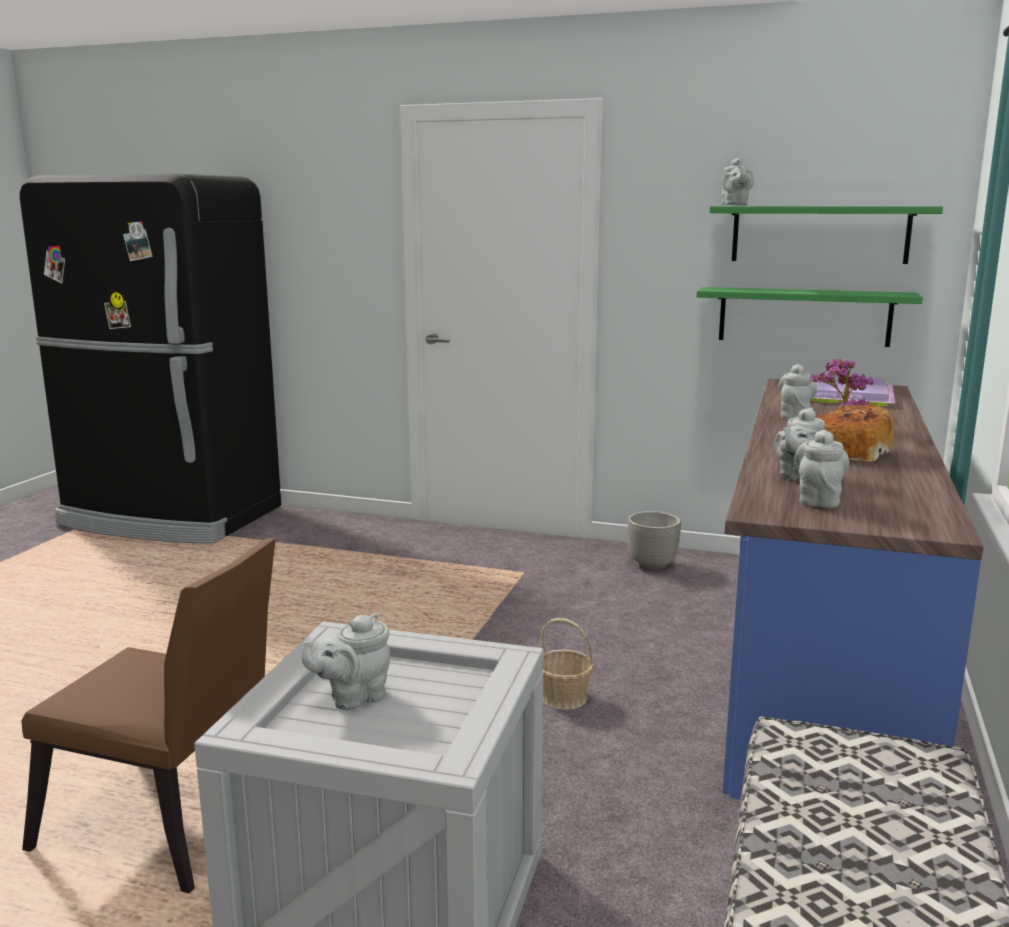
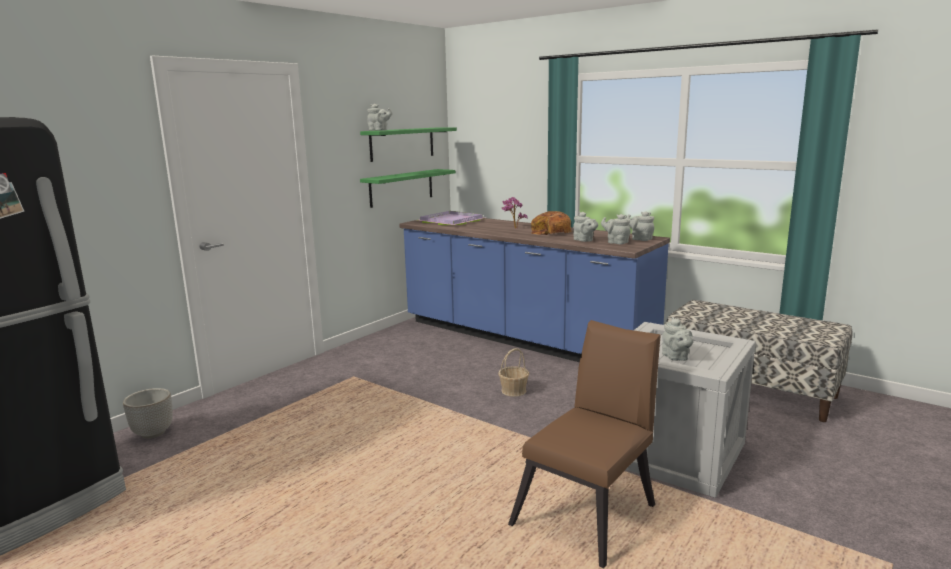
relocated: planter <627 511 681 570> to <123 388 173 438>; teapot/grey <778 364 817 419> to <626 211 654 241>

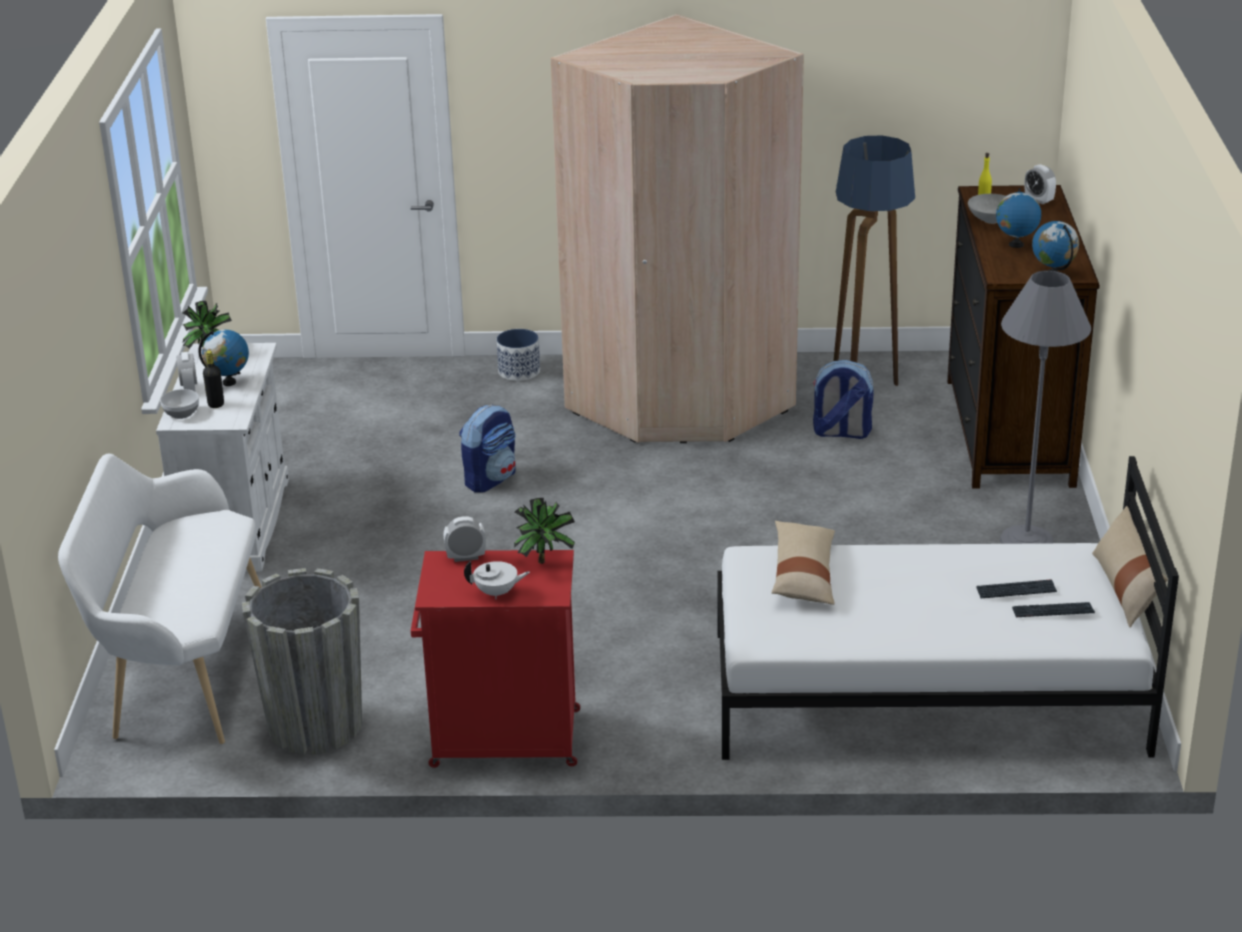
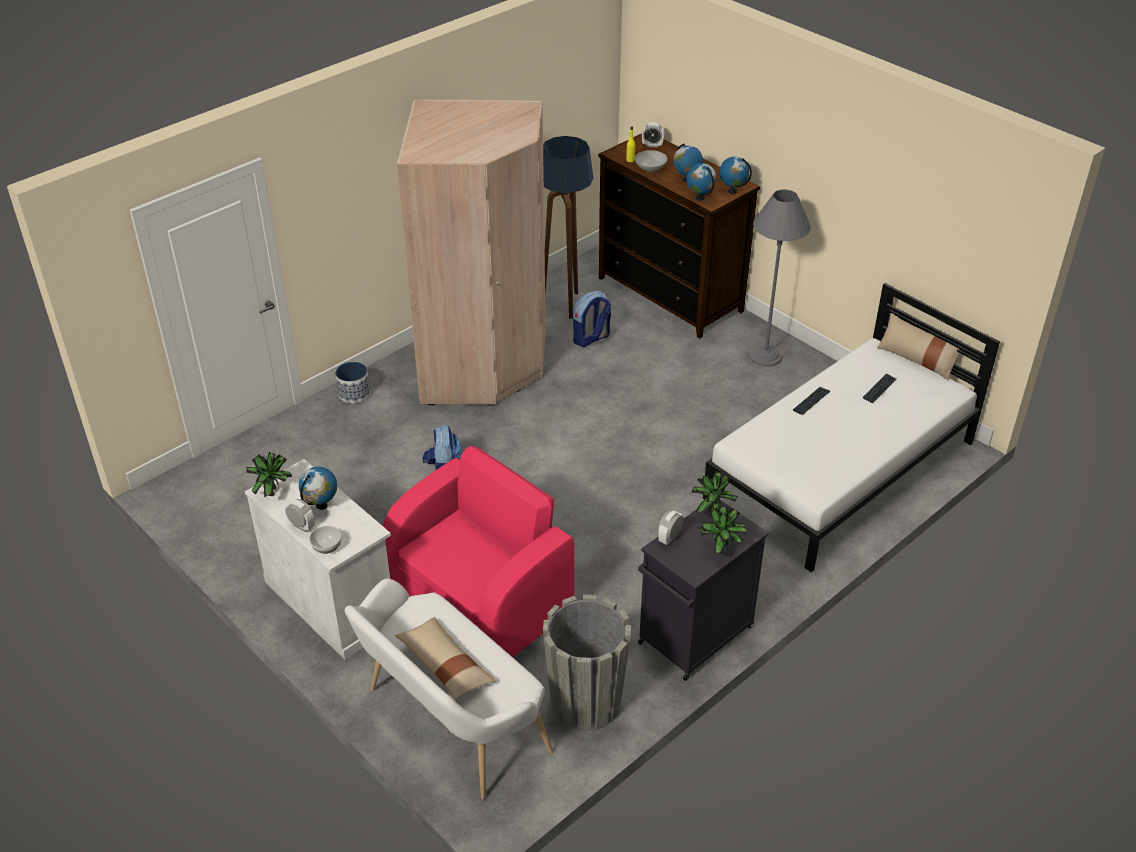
missing: bottle/black <203 350 224 408>
appeared: armchair/pink <383 446 574 657>; globe <686 163 717 201>
relocated: pillow/beige <772 521 835 605> to <395 617 496 700>; keyboard <1012 602 1095 617> to <793 387 830 415>
exchanged: teapot/white <464 561 530 600> to potted plant <699 506 748 555>
colour: cabinet/red <411 550 580 768> to cabinet/black <638 500 769 681>

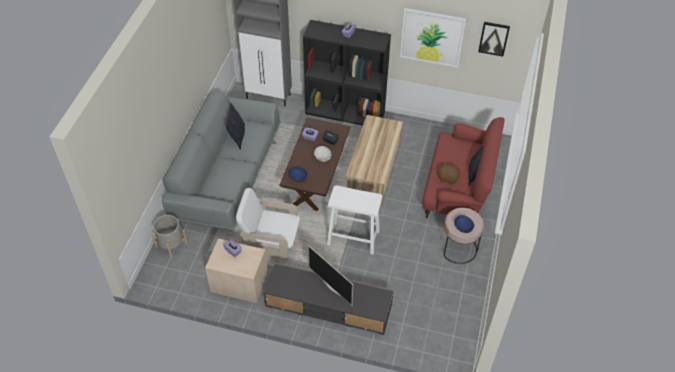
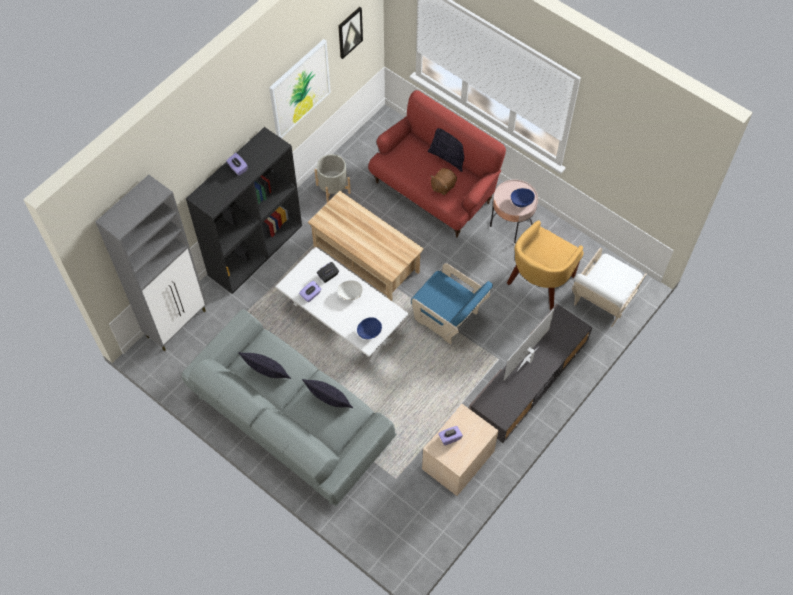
appeared: pillow <302 379 353 408>; armchair/yellow <507 220 584 311>
relocated: planter/grey <151 215 187 259> to <315 154 351 203>; armchair/white <236 188 300 260> to <572 248 647 327>
exchanged: stool/white <327 185 383 254> to armchair/blue <411 263 493 344>
colour: coffee table/brown <279 118 351 211> to coffee table/white <275 246 409 363>
spun: television <308 245 353 305> = <504 309 554 381> 150 degrees clockwise

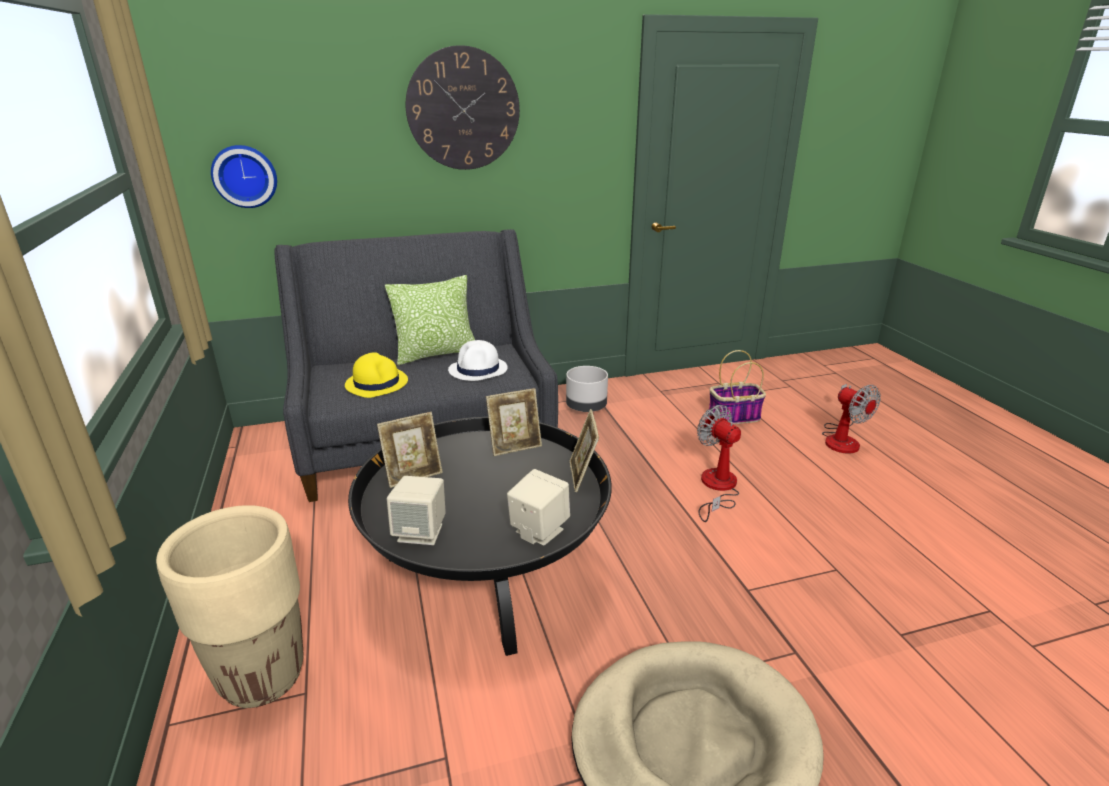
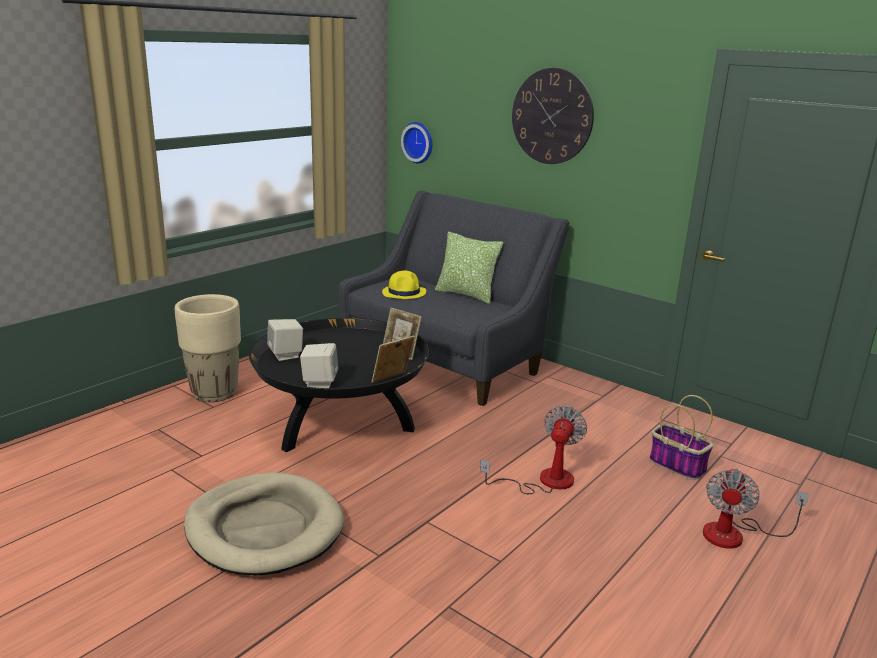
missing: picture frame <377 412 443 488>; hat/white <448 340 508 381>; planter/grey <566 366 608 412>

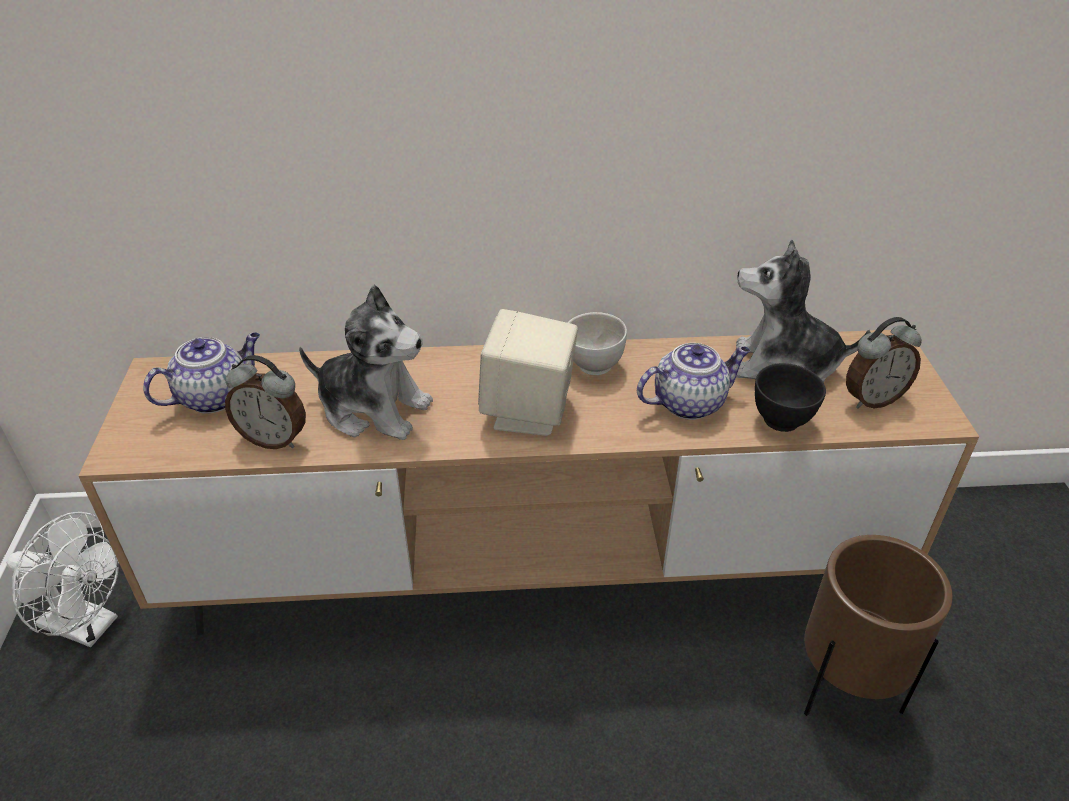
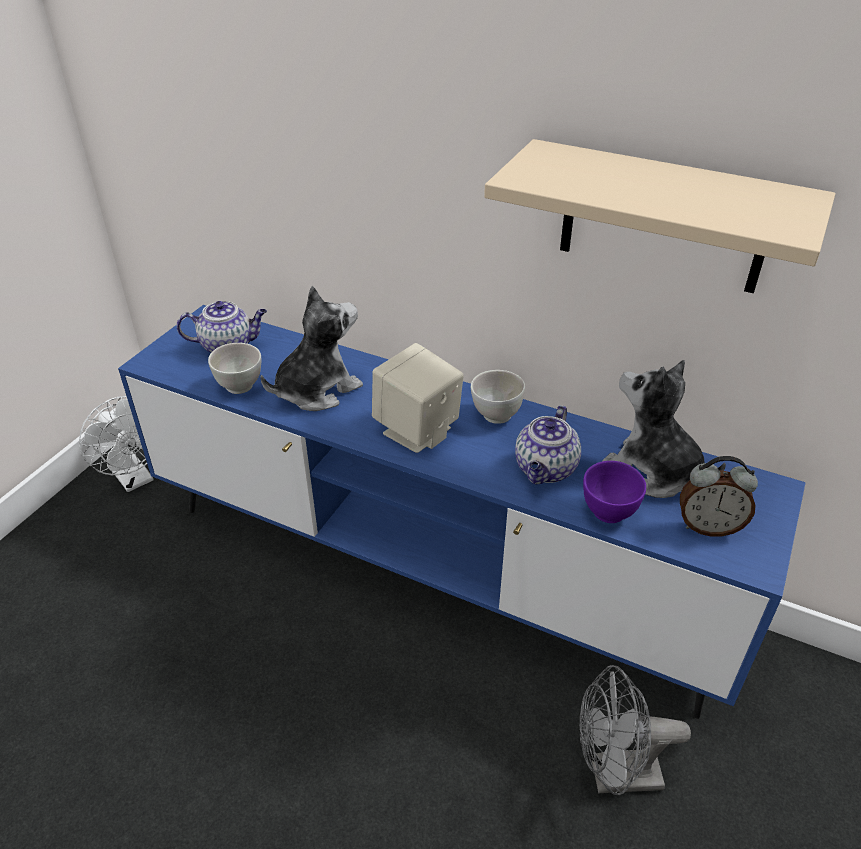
appeared: shelf/beige <484 139 835 293>
exchanged: alarm clock <225 355 306 449> to bowl/white <208 343 262 394>; planter/brown <804 535 952 716> to fan/grey <579 665 691 795>
colour: tv stand/brown <78 330 979 635> to tv stand/blue <118 305 806 719>; bowl/black <755 363 826 432> to bowl/purple <583 461 646 523>
spun: plush toy <299 285 433 440> = <260 286 363 411> 90 degrees counterclockwise; teapot <637 343 750 420> = <515 405 581 485> 105 degrees clockwise

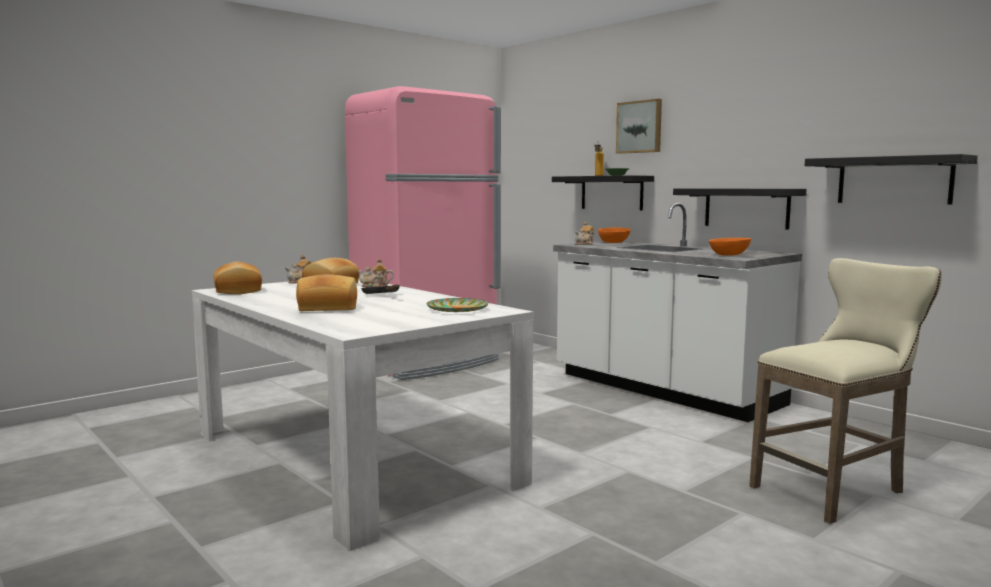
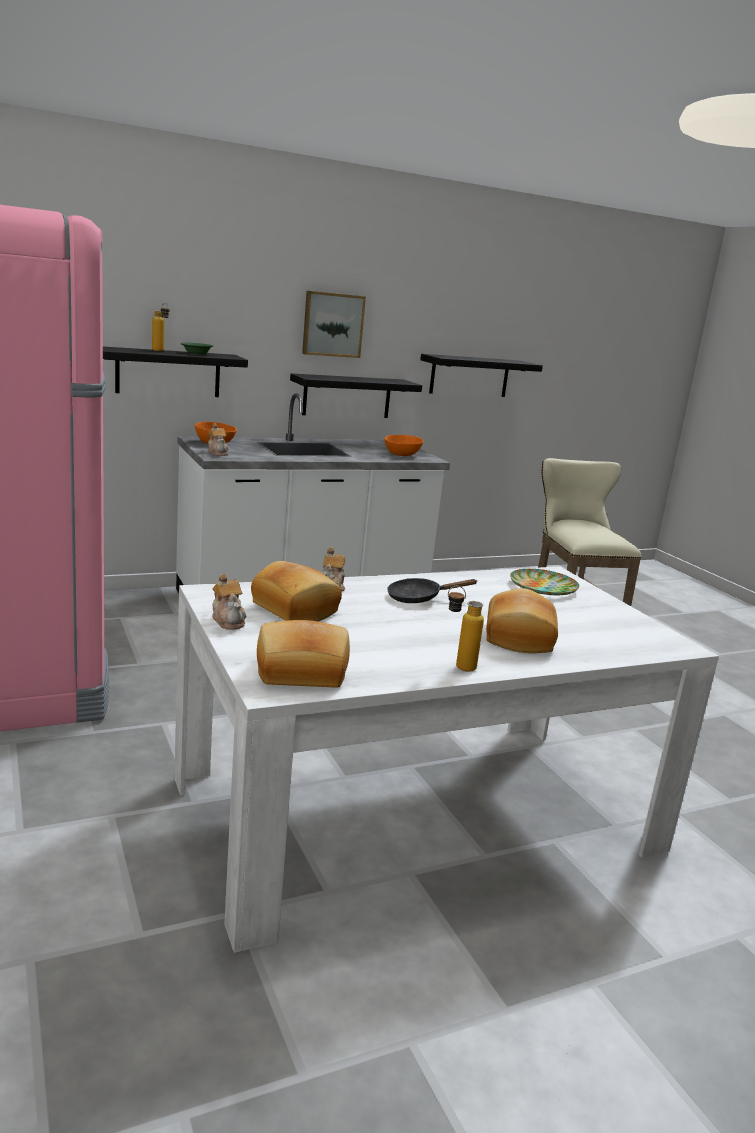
appeared: bottle <448 586 484 671>
relocated: picture <616 99 662 154> to <302 291 366 358>

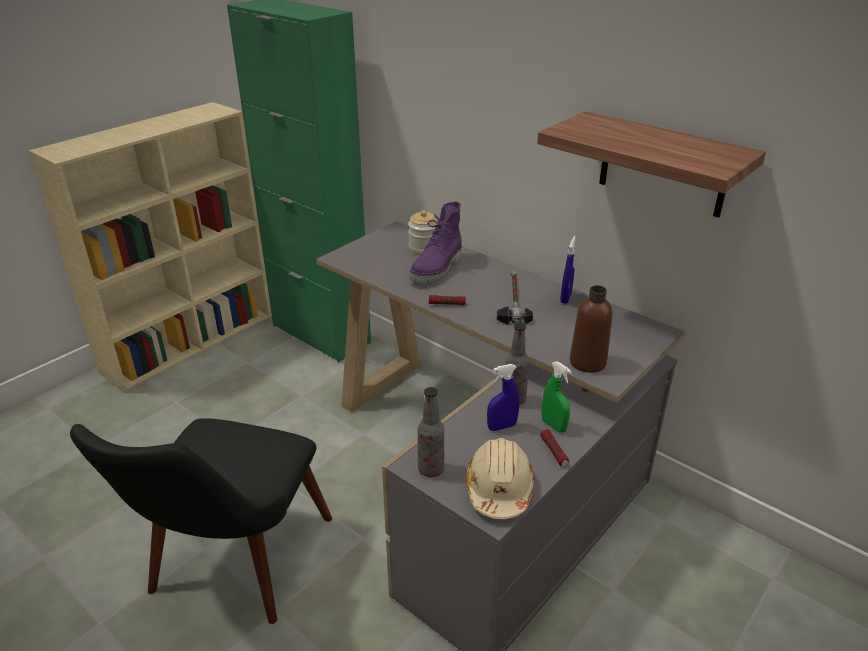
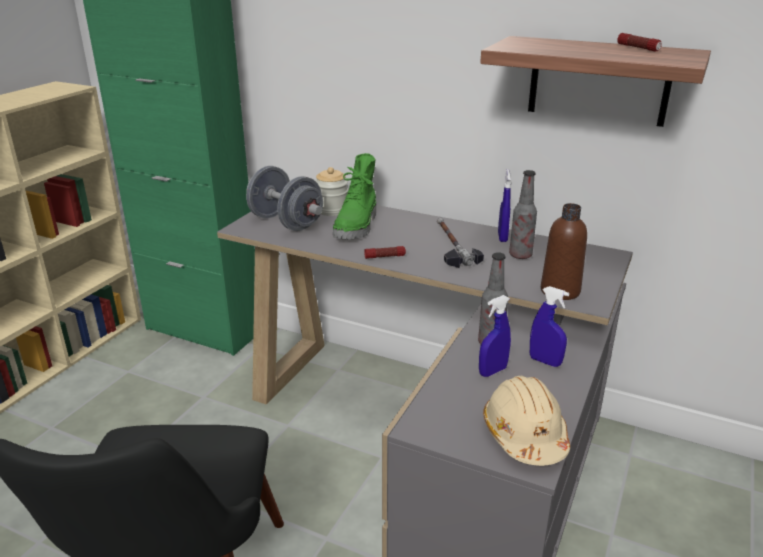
appeared: dumbbell/grey <246 166 323 231>
relocated: bottle <418 387 444 477> to <509 170 537 259>; flashlight <540 429 569 467> to <617 33 662 52>
colour: boot/purple <409 202 462 283> to boot/green <333 153 376 239>; spray bottle/green <542 361 572 433> to spray bottle/blue <530 286 569 367>

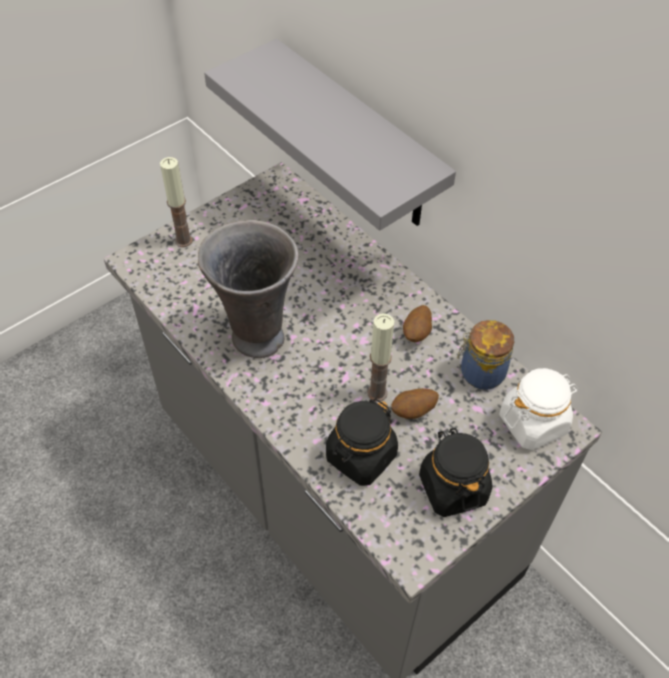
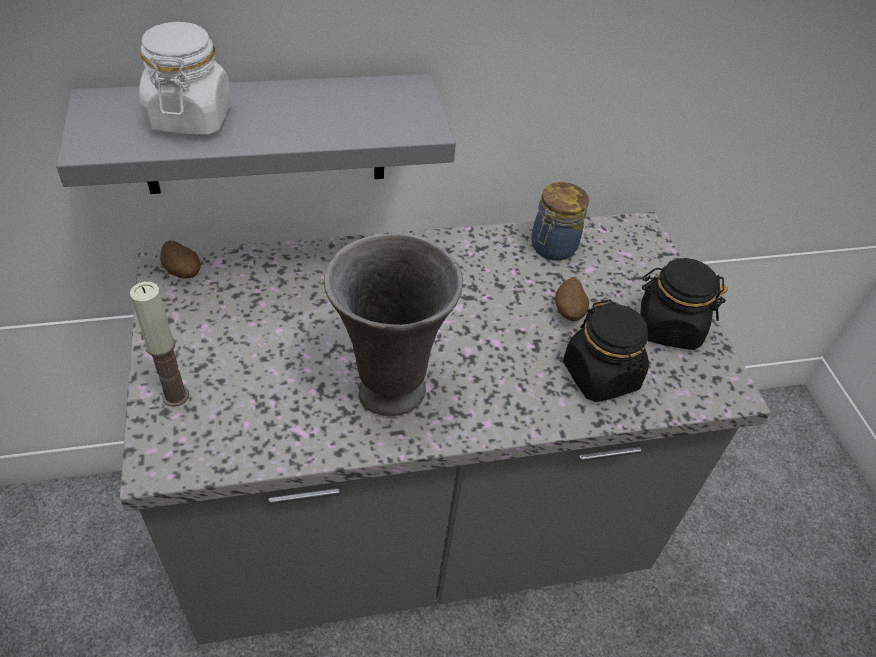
missing: candle <367 313 394 402>
relocated: potato <403 305 432 342> to <160 241 201 279>; jar/white <500 368 578 450> to <139 22 232 135>

